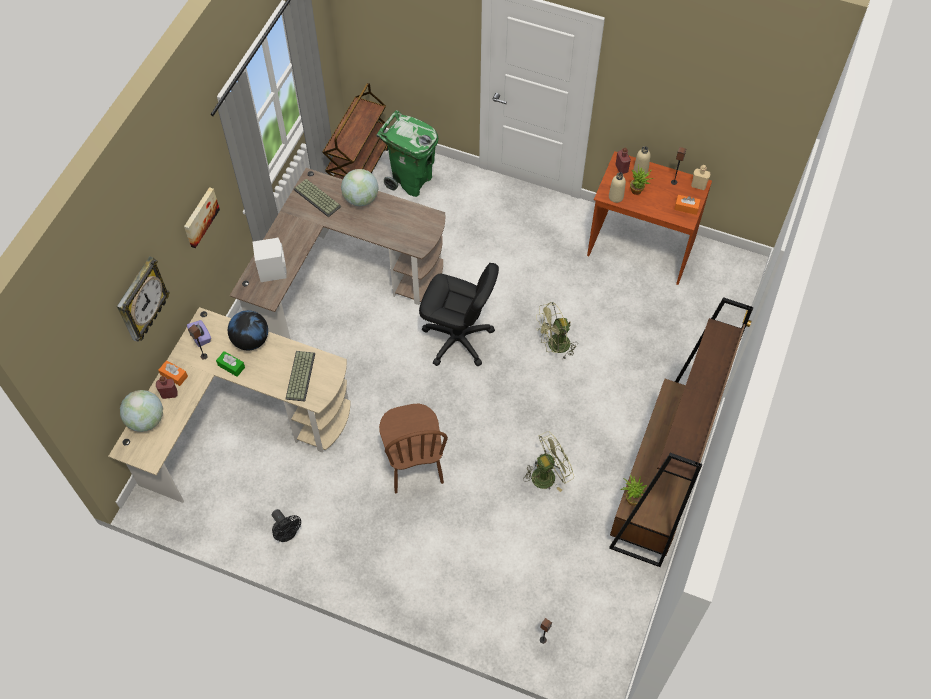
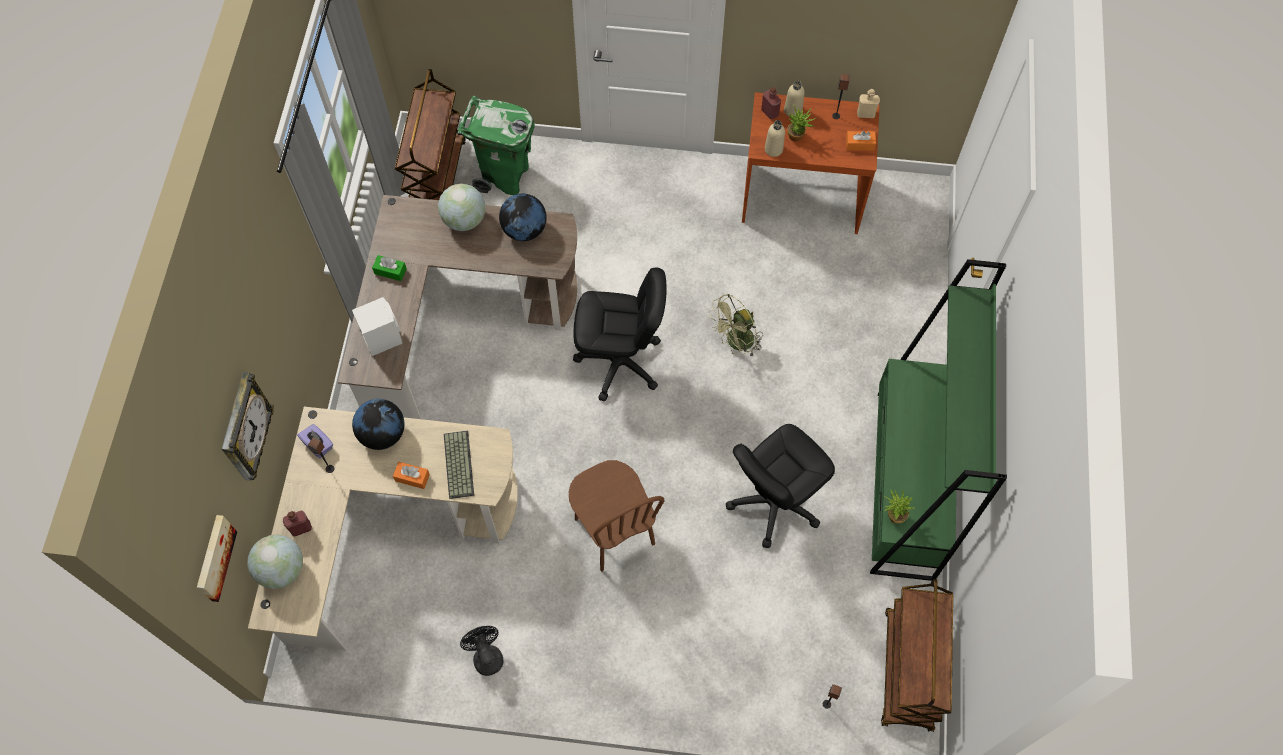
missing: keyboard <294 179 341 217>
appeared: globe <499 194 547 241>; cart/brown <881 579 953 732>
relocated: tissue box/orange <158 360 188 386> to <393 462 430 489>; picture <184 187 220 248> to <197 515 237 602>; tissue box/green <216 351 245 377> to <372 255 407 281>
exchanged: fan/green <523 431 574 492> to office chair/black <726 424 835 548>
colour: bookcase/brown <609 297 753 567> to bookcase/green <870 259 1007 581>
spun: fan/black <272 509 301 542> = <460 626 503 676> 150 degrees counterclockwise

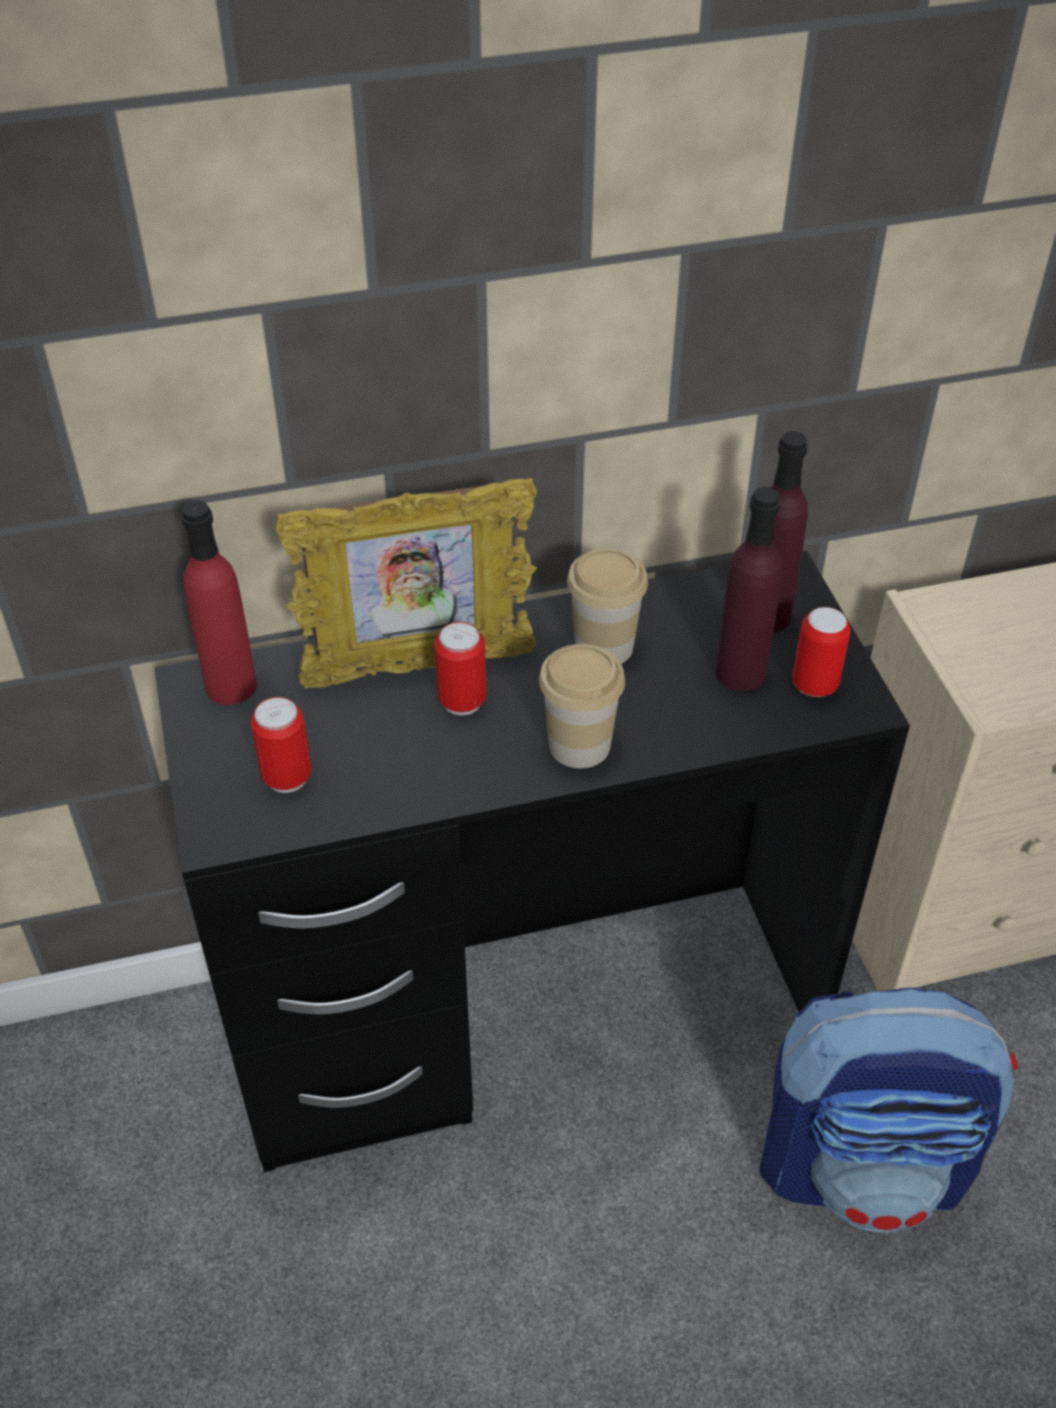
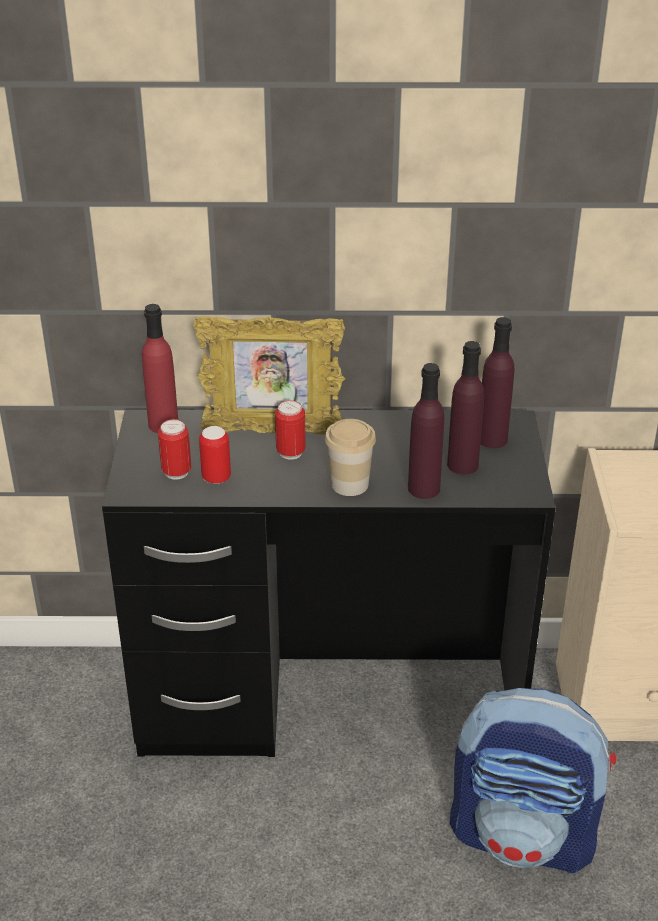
missing: cup <567 548 648 664>
appeared: bottle/purple <408 363 444 499>
relocated: can <792 607 851 697> to <199 426 231 484>

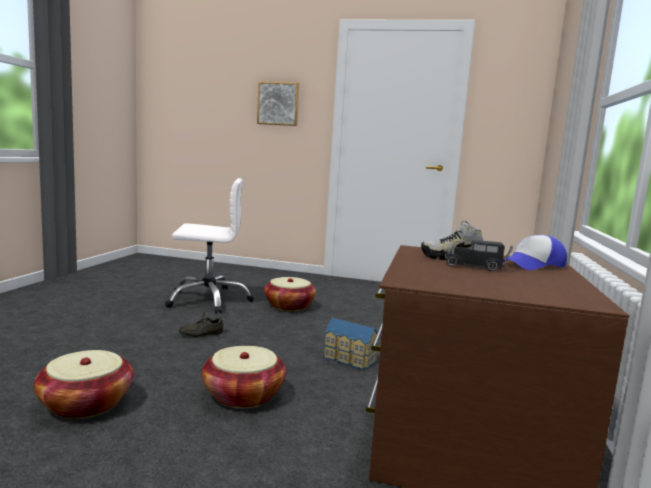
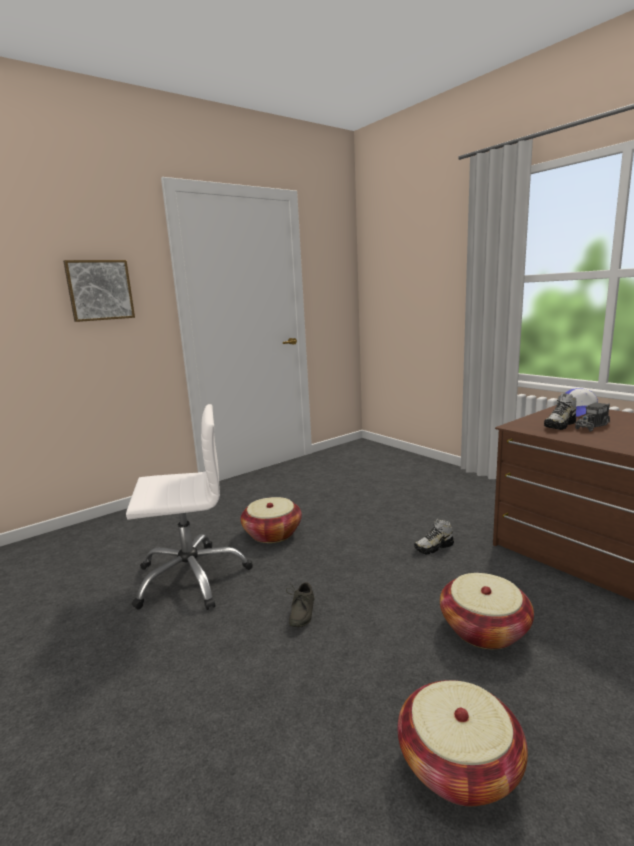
exchanged: toy house <324 318 378 370> to shoe <414 518 454 554>
spun: office chair/white <165 178 254 314> = <126 404 253 610> 45 degrees clockwise

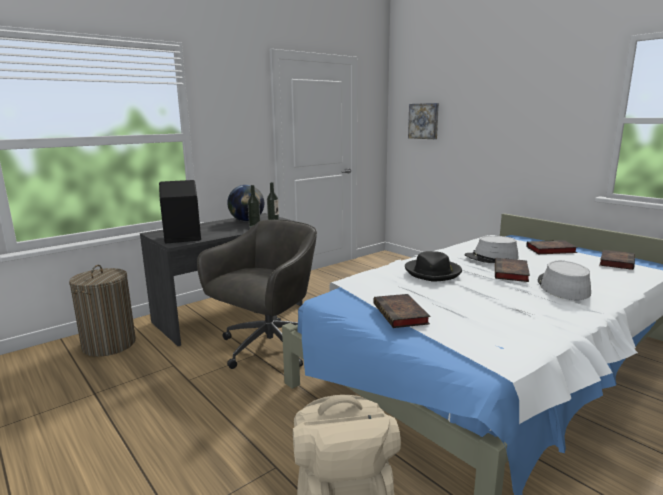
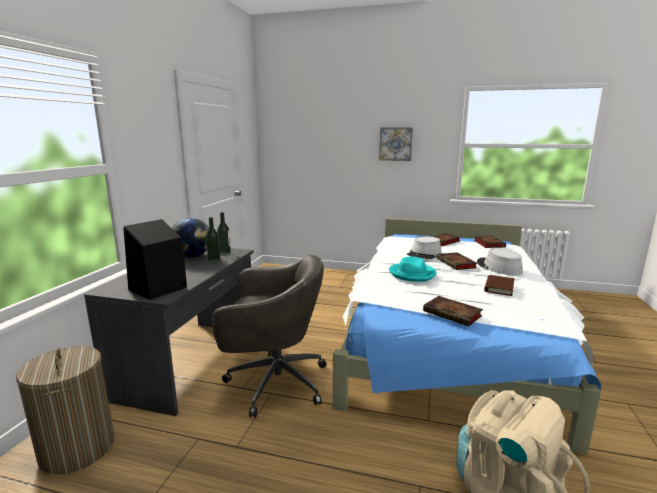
appeared: book/brown <484 275 514 296>
relocated: picture <408 103 439 139> to <379 127 413 161>
colour: hat/black <405 251 462 282> to hat/turquoise <389 257 436 282>
spun: office chair/grey <197 220 317 369> = <212 255 326 417> 90 degrees clockwise

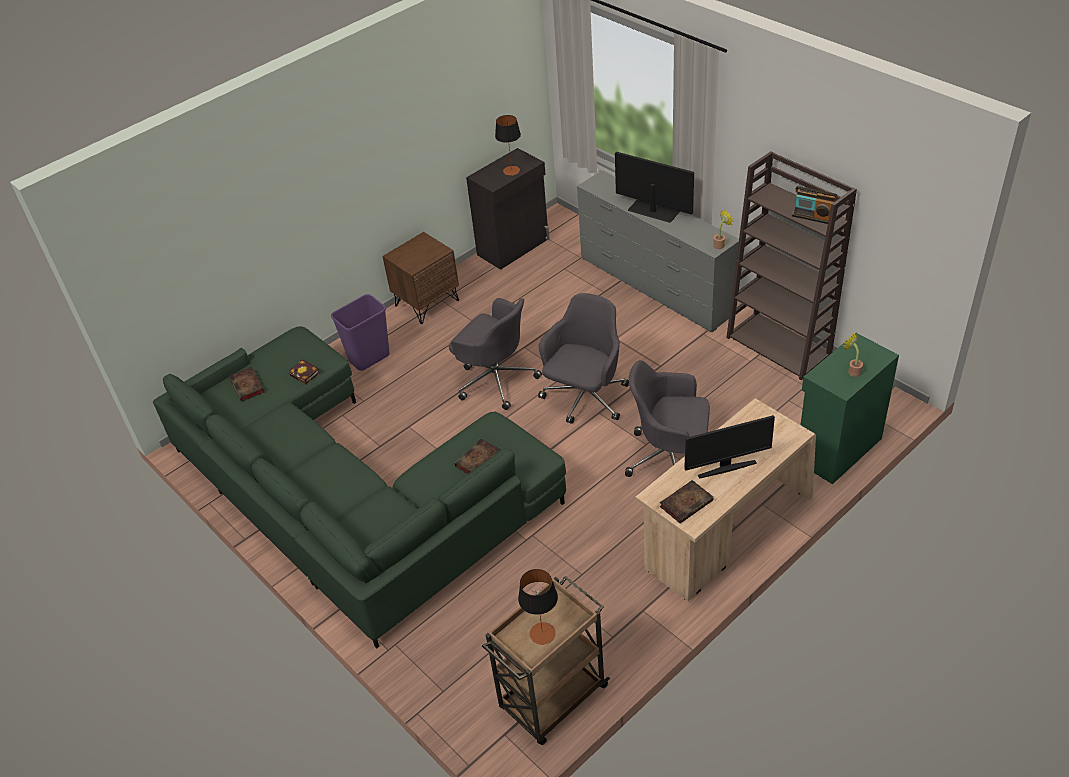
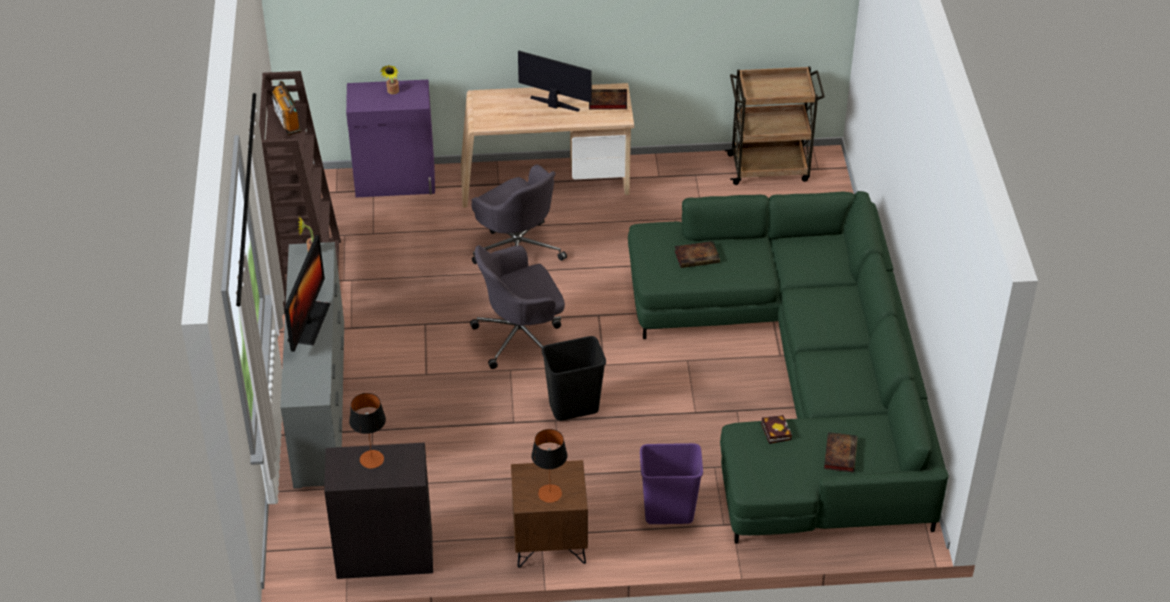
relocated: table lamp <518 569 558 645> to <531 429 567 503>
exchanged: office chair/grey <449 298 542 410> to trash can/black <542 336 606 421>
colour: cabinet/green <801 333 899 484> to cabinet/purple <346 80 435 197>
spun: monitor <615 152 694 223> = <284 235 330 352> 150 degrees counterclockwise

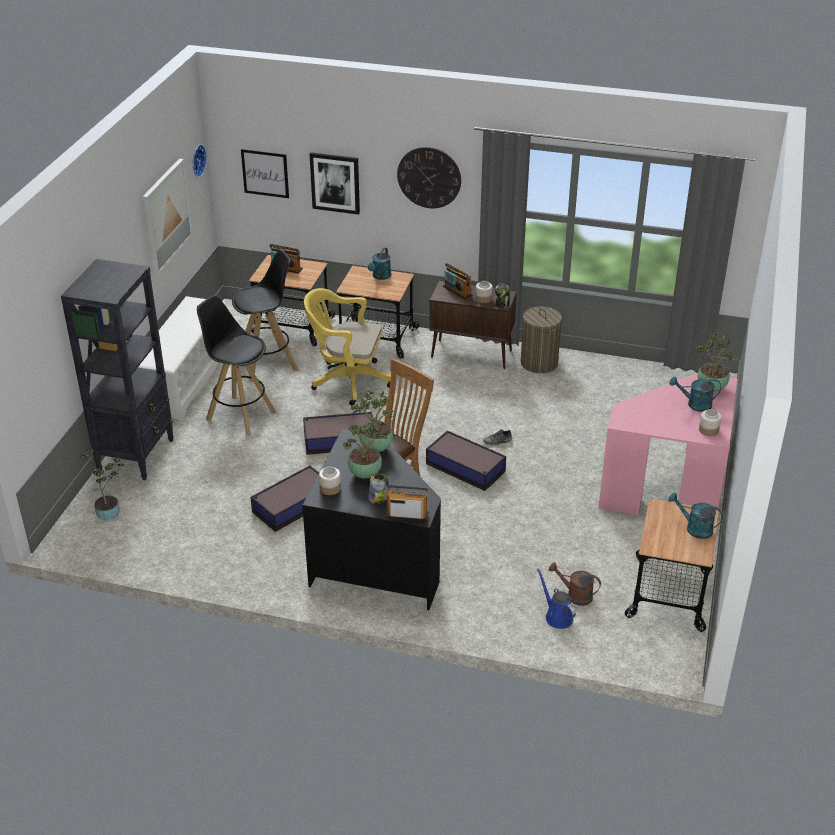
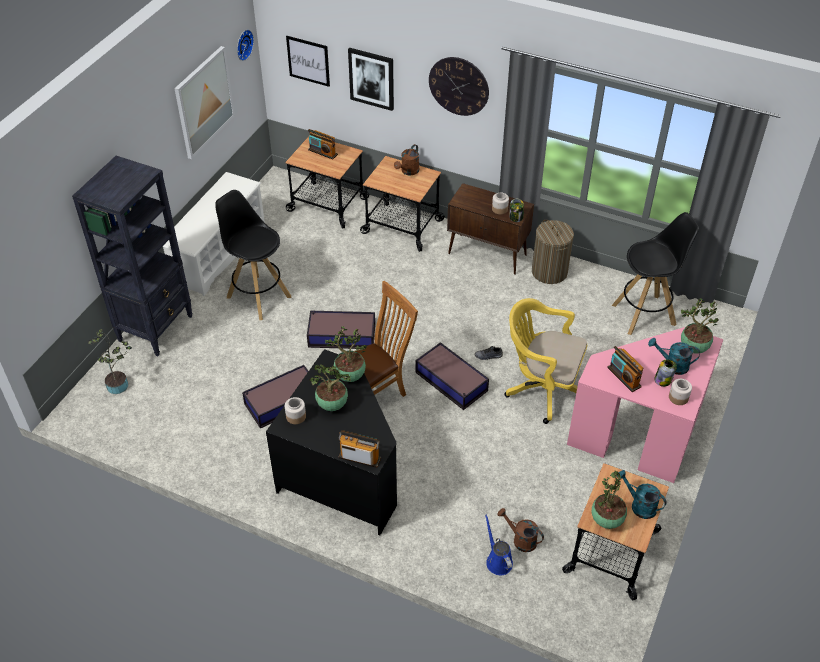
appeared: potted plant <592 471 627 529>
relocated: stool/black <232 250 298 382> to <612 212 699 335>; office chair/yellow <304 288 391 405> to <504 298 587 424>; jar <368 473 388 504> to <654 359 677 387>; radio <443 263 472 299> to <607 346 643 392>
colour: watering can/turquoise <368 248 391 280> to watering can/brown <394 144 419 176>

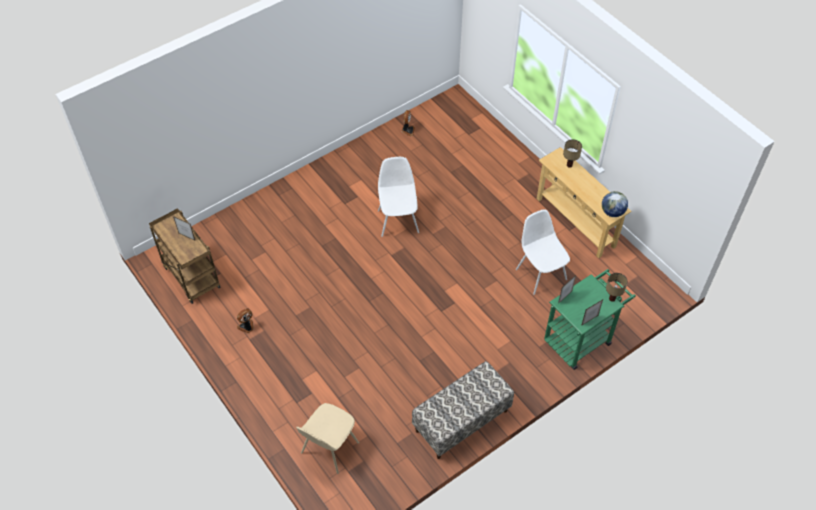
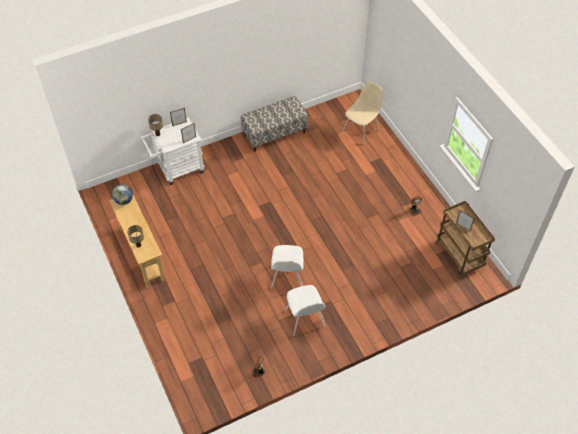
relocated: chair/white <516 209 570 295> to <285 285 325 336>
colour: cart/green <544 269 636 370> to cart/white <140 117 205 185>

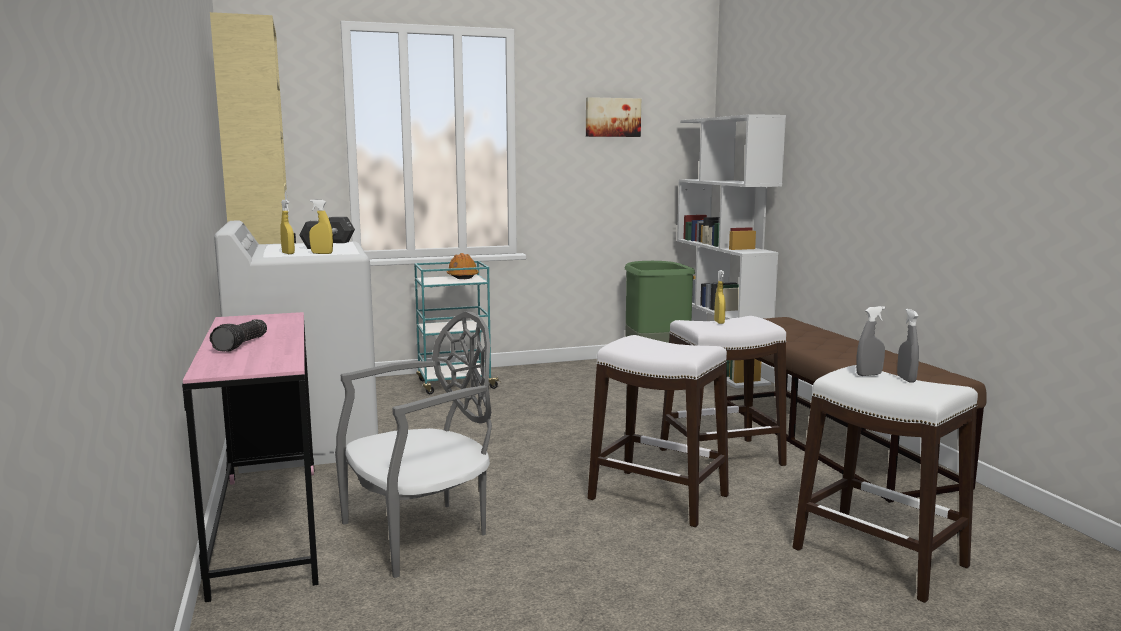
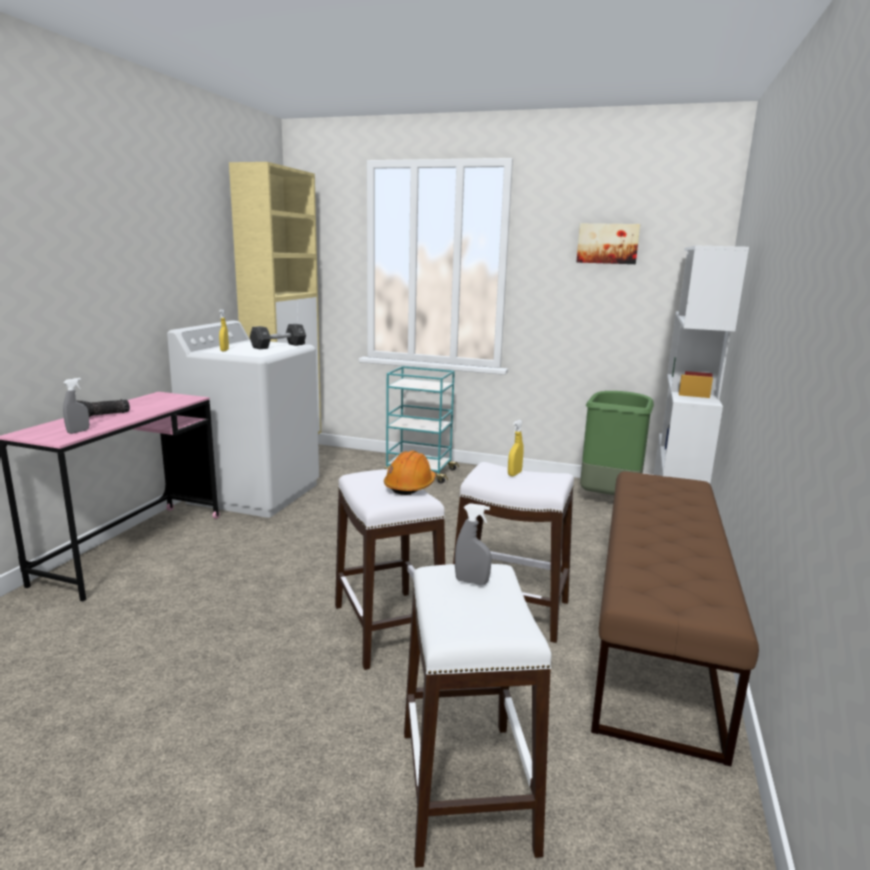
missing: spray bottle/yellow <309 199 333 254>; chair/grey <335 312 492 578>
relocated: hard hat/orange <446 253 479 279> to <384 450 436 495>; spray bottle/grey <897 309 919 383> to <63 378 89 434>

